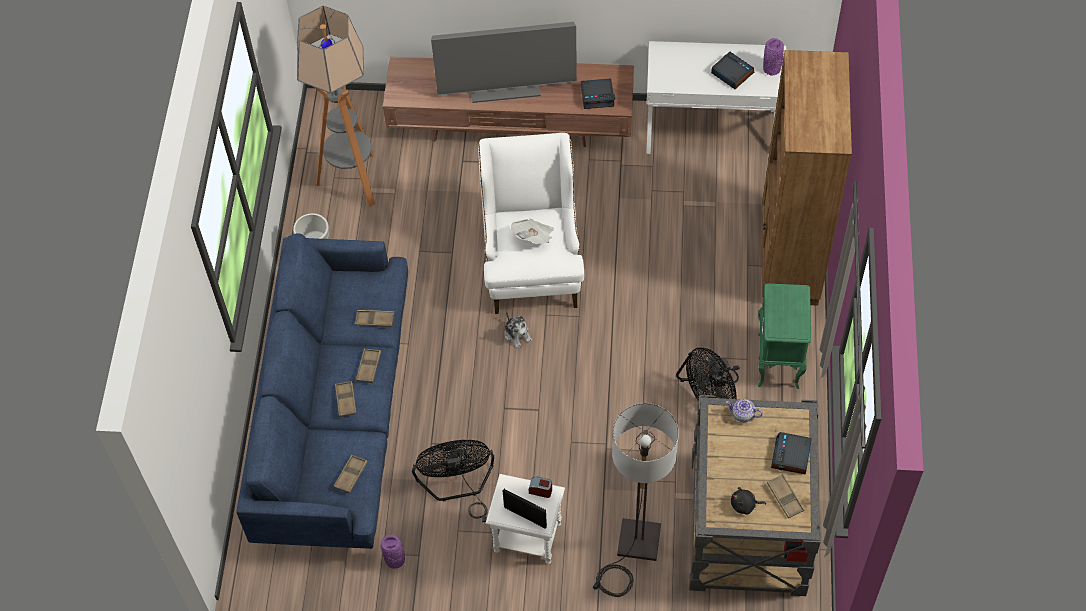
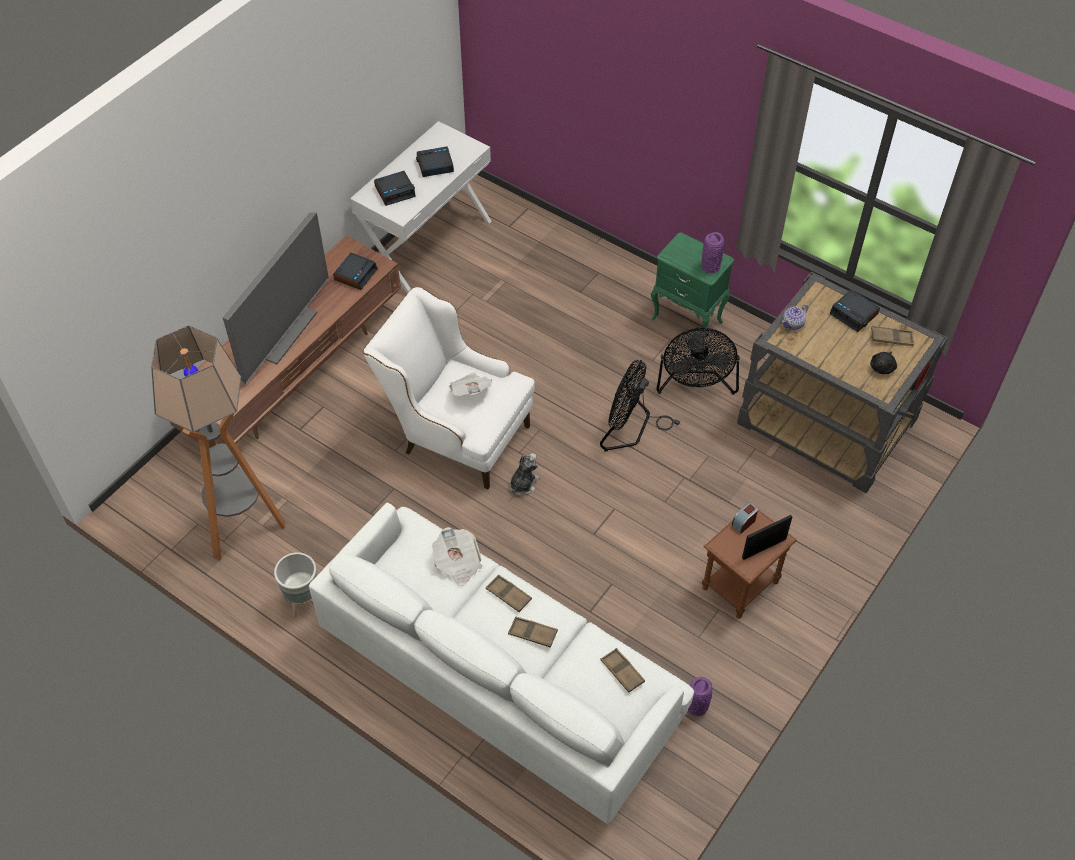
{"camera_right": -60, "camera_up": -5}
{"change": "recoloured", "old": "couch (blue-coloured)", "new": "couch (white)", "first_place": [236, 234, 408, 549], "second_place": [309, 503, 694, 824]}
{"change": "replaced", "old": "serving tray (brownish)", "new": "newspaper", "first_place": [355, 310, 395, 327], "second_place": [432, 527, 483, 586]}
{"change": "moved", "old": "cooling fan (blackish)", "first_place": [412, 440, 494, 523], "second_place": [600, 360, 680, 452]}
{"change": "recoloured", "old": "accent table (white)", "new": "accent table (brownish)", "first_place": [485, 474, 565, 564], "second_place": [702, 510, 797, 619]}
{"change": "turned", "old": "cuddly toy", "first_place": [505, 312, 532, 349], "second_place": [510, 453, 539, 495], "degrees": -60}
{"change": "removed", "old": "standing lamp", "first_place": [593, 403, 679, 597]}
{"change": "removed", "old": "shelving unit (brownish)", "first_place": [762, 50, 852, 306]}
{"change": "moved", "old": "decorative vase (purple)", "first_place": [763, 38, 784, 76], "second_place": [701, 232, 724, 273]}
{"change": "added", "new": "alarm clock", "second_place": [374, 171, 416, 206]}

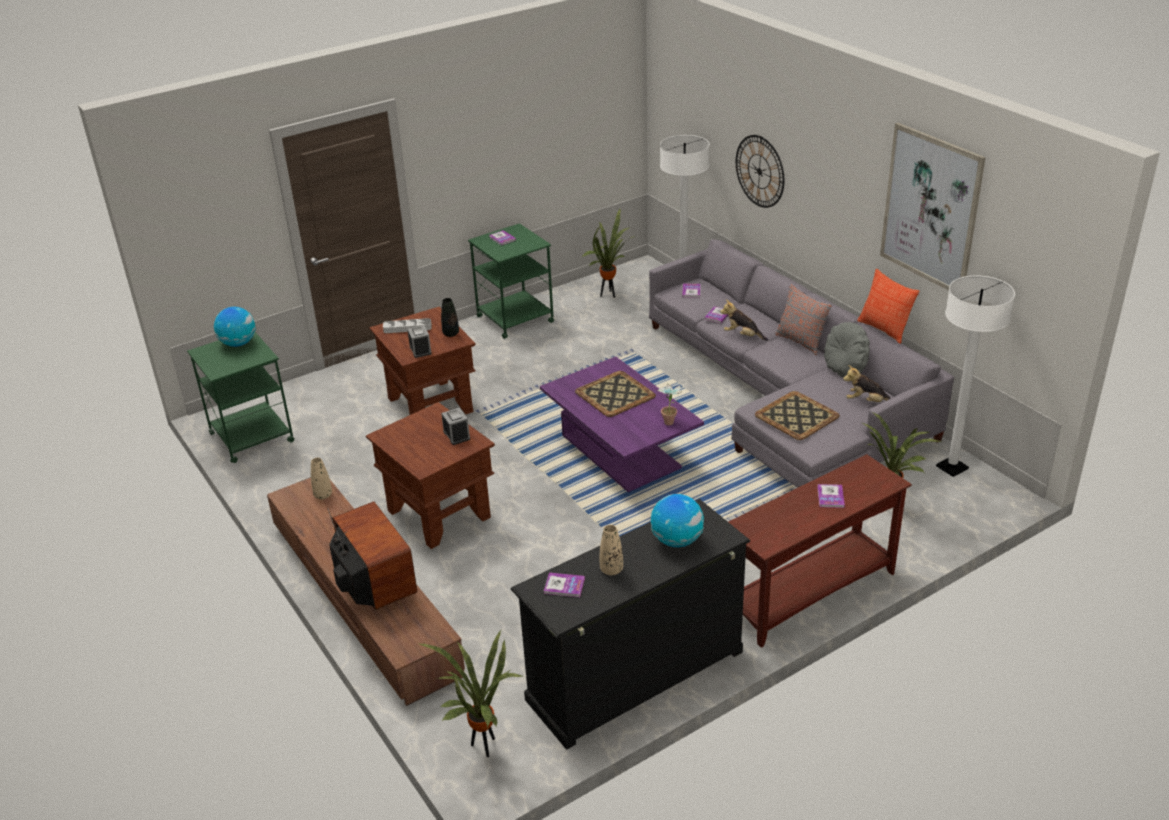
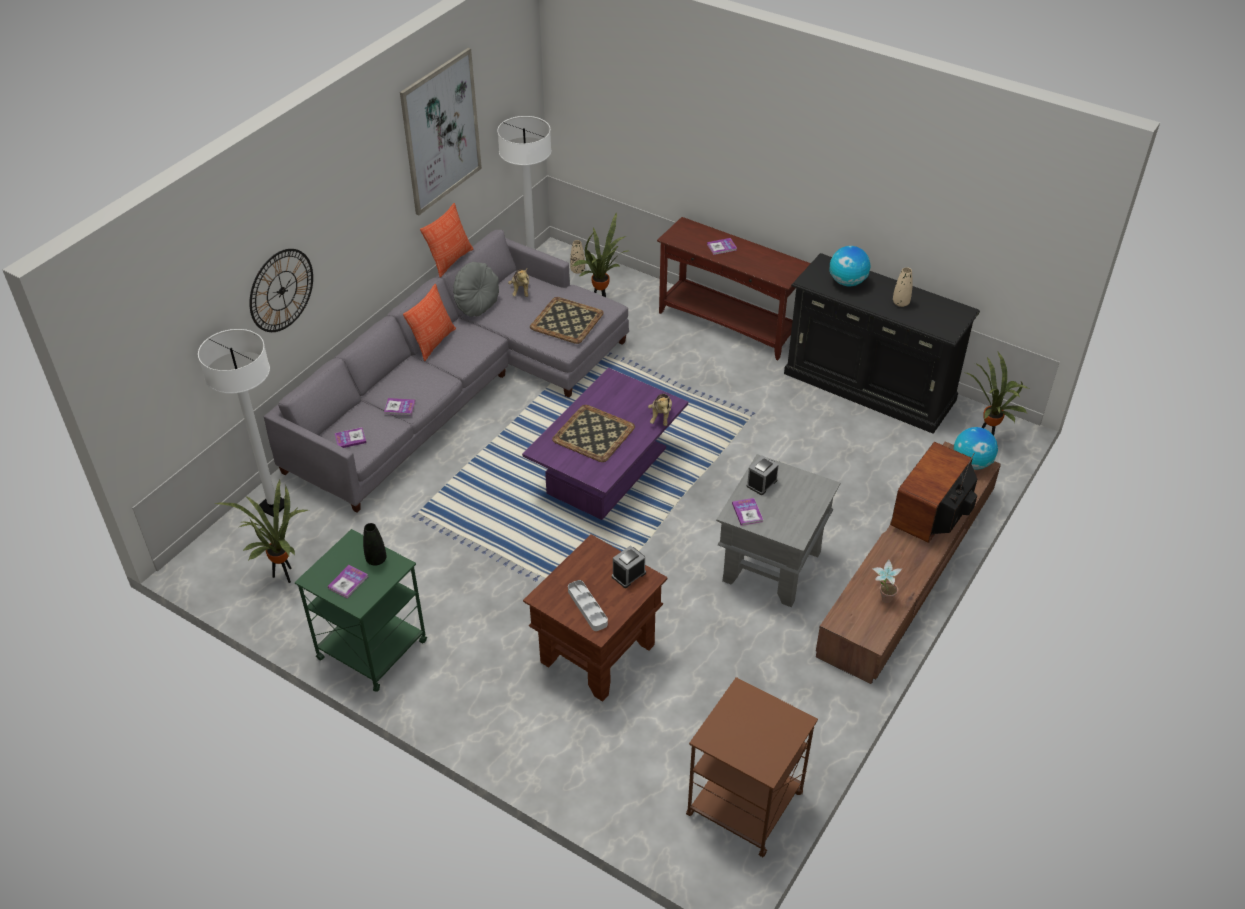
{"camera_right": -115, "camera_up": 10}
{"change": "recoloured", "old": "wheeled cart (greenish)", "new": "wheeled cart (brownish)", "first_place": [187, 332, 295, 463], "second_place": [686, 677, 818, 857]}
{"change": "moved", "old": "world globe", "first_place": [214, 307, 256, 347], "second_place": [953, 427, 998, 470]}
{"change": "moved", "old": "decorative vase (beige-coloured)", "first_place": [311, 458, 332, 499], "second_place": [570, 240, 585, 274]}
{"change": "recoloured", "old": "accent table (brownish)", "new": "accent table (greyish)", "first_place": [366, 402, 495, 549], "second_place": [716, 454, 840, 607]}
{"change": "moved", "old": "decorative vase (blackish)", "first_place": [441, 298, 459, 337], "second_place": [363, 523, 386, 566]}
{"change": "moved", "old": "bound book", "first_place": [544, 573, 585, 597], "second_place": [732, 498, 763, 526]}
{"change": "moved", "old": "houseplant", "first_place": [657, 384, 681, 425], "second_place": [872, 559, 902, 603]}
{"change": "moved", "old": "cuddly toy", "first_place": [720, 300, 768, 341], "second_place": [648, 394, 672, 426]}
{"change": "recoloured", "old": "throw pillow (greyish)", "new": "throw pillow (orange-coloured)", "first_place": [775, 285, 832, 355], "second_place": [403, 284, 456, 361]}

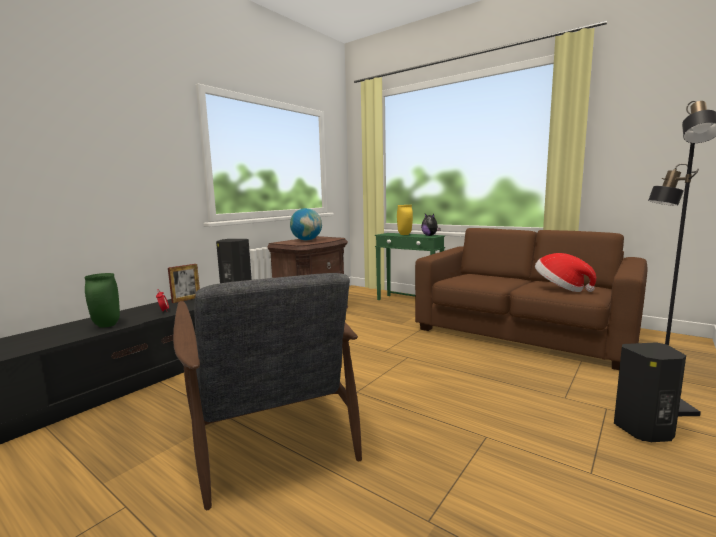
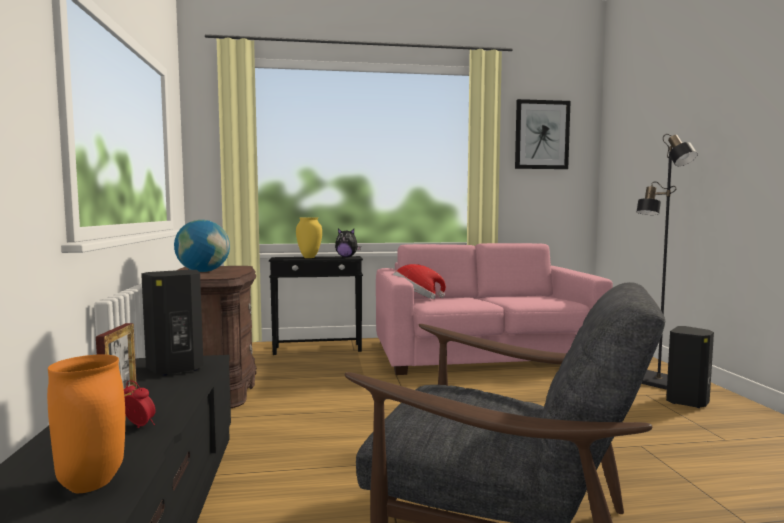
{"camera_right": -45, "camera_up": -5}
{"change": "recoloured", "old": "decorative vase (greenish)", "new": "decorative vase (orange-coloured)", "first_place": [85, 273, 120, 328], "second_place": [47, 354, 125, 493]}
{"change": "recoloured", "old": "accent table (greenish)", "new": "accent table (blackish)", "first_place": [375, 233, 445, 300], "second_place": [269, 256, 363, 355]}
{"change": "recoloured", "old": "couch (brownish)", "new": "couch (pink-coloured)", "first_place": [415, 228, 647, 370], "second_place": [376, 243, 613, 375]}
{"change": "moved", "old": "hat", "first_place": [535, 253, 596, 292], "second_place": [393, 264, 446, 299]}
{"change": "added", "new": "picture", "second_place": [515, 99, 571, 169]}

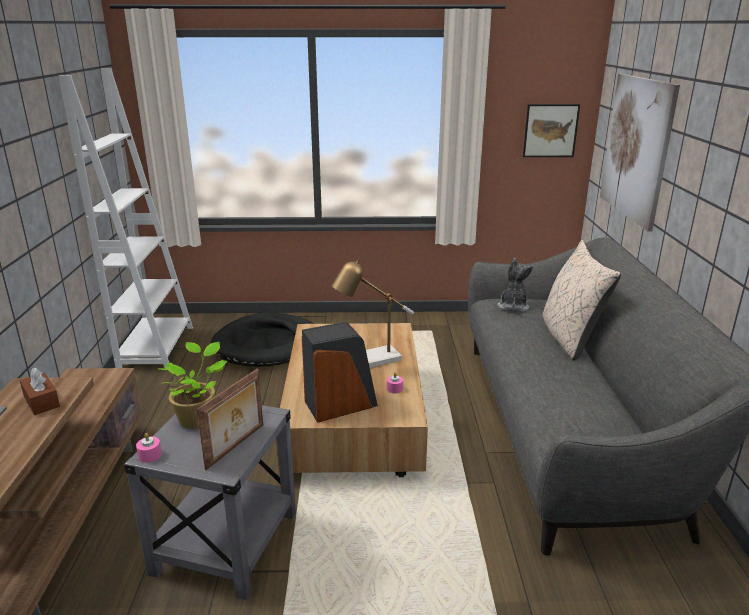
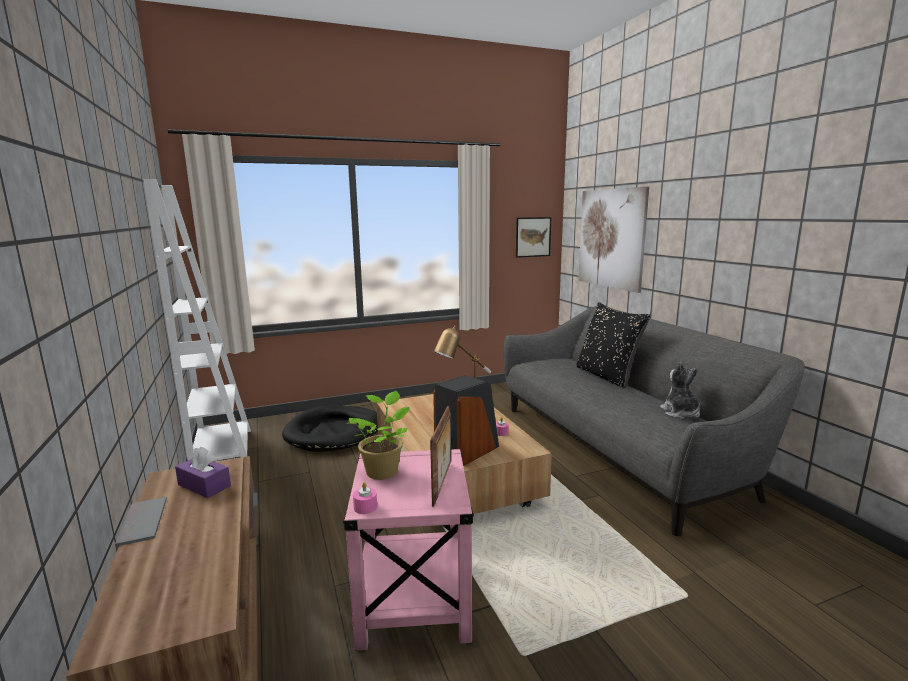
{"camera_right": -20, "camera_up": -10}
{"change": "recoloured", "old": "tissue holder (brownish)", "new": "tissue holder (purple)", "first_place": [20, 368, 60, 415], "second_place": [175, 447, 231, 498]}
{"change": "recoloured", "old": "accent table (greyish)", "new": "accent table (pink-coloured)", "first_place": [124, 397, 296, 600], "second_place": [343, 449, 474, 651]}
{"change": "moved", "old": "cuddly toy", "first_place": [497, 258, 534, 312], "second_place": [660, 362, 700, 419]}
{"change": "recoloured", "old": "throw pillow (beige-coloured)", "new": "throw pillow (blackish)", "first_place": [542, 240, 621, 360], "second_place": [576, 302, 650, 388]}

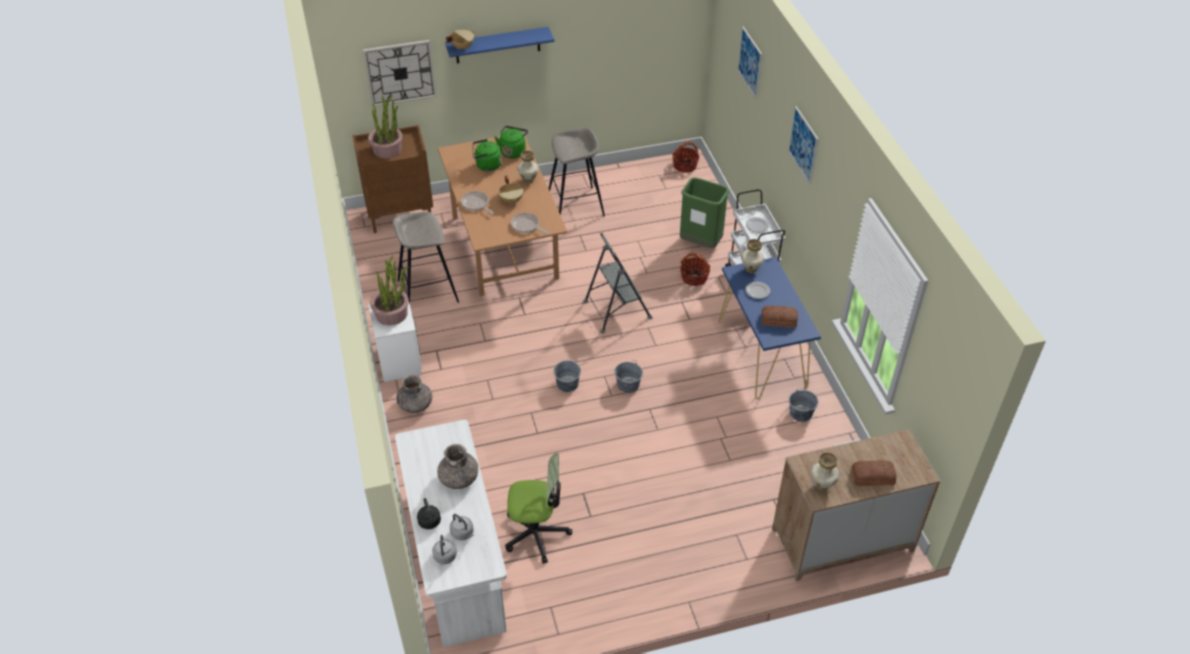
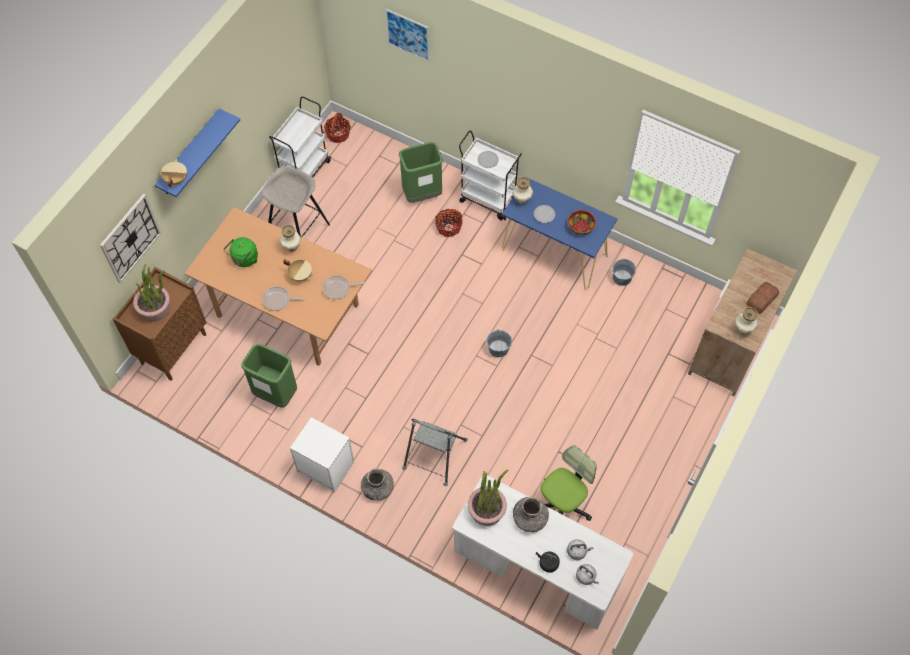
{"camera_right": -45, "camera_up": 15}
{"change": "moved", "old": "houseplant", "first_place": [370, 256, 409, 325], "second_place": [468, 469, 508, 526]}
{"change": "replaced", "old": "sitting stool (greyish)", "new": "trash can (greenish)", "first_place": [393, 212, 459, 303], "second_place": [241, 344, 297, 408]}
{"change": "removed", "old": "water kettle (greenish)", "first_place": [494, 126, 528, 158]}
{"change": "removed", "old": "water bucket (greyish)", "first_place": [554, 360, 581, 392]}
{"change": "moved", "old": "step ladder (greyish)", "first_place": [583, 233, 653, 334], "second_place": [402, 419, 468, 486]}
{"change": "replaced", "old": "bread", "new": "bowl", "first_place": [762, 306, 798, 327], "second_place": [568, 210, 596, 235]}
{"change": "removed", "old": "picture", "first_place": [788, 106, 818, 184]}
{"change": "added", "new": "wheeled cart (white)", "second_place": [269, 97, 331, 178]}

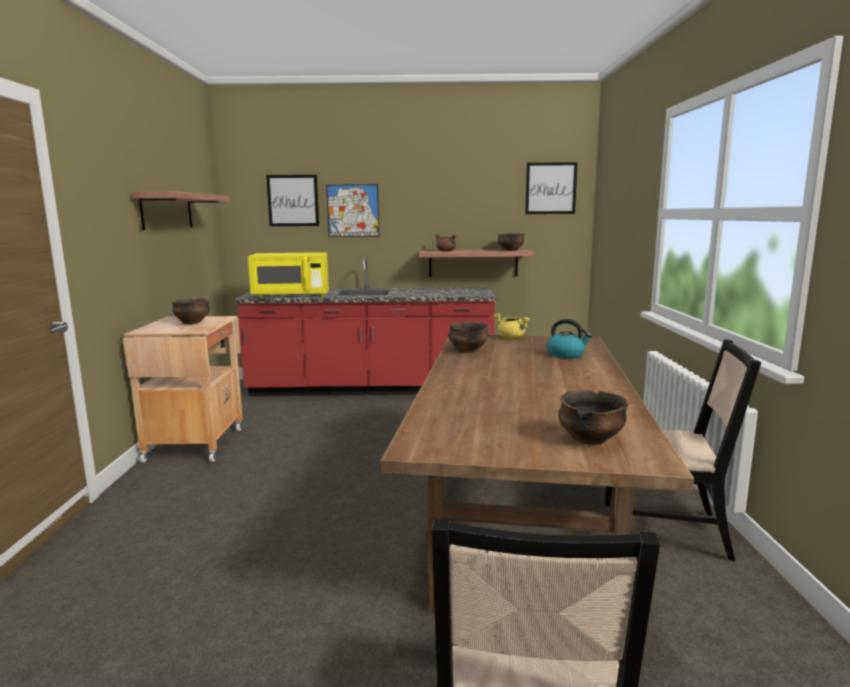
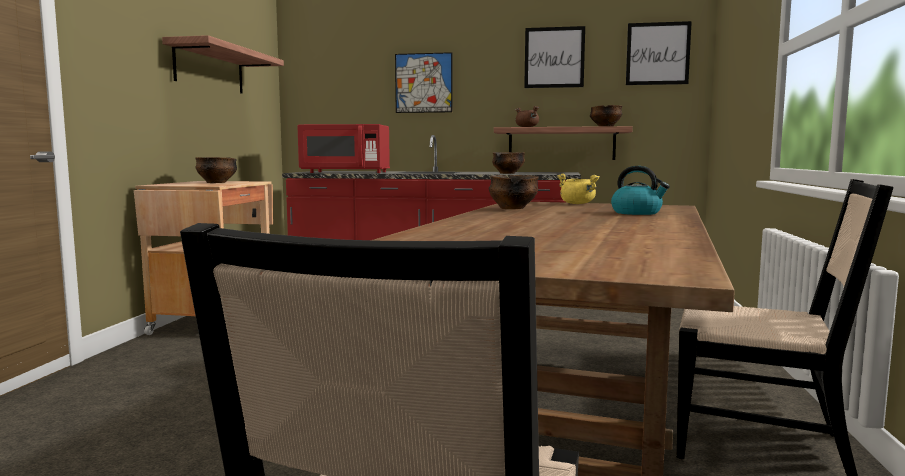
{"camera_right": 10, "camera_up": -5}
{"change": "recoloured", "old": "kitchen microwave (yellowish)", "new": "kitchen microwave (red)", "first_place": [248, 252, 329, 298], "second_place": [297, 124, 390, 173]}
{"change": "moved", "old": "picture", "first_place": [266, 175, 319, 226], "second_place": [524, 26, 585, 88]}
{"change": "moved", "old": "bowl", "first_place": [558, 390, 629, 445], "second_place": [492, 152, 525, 174]}

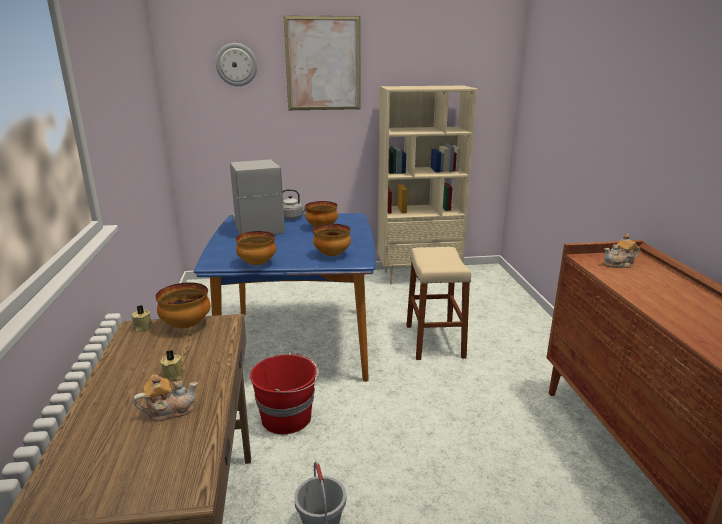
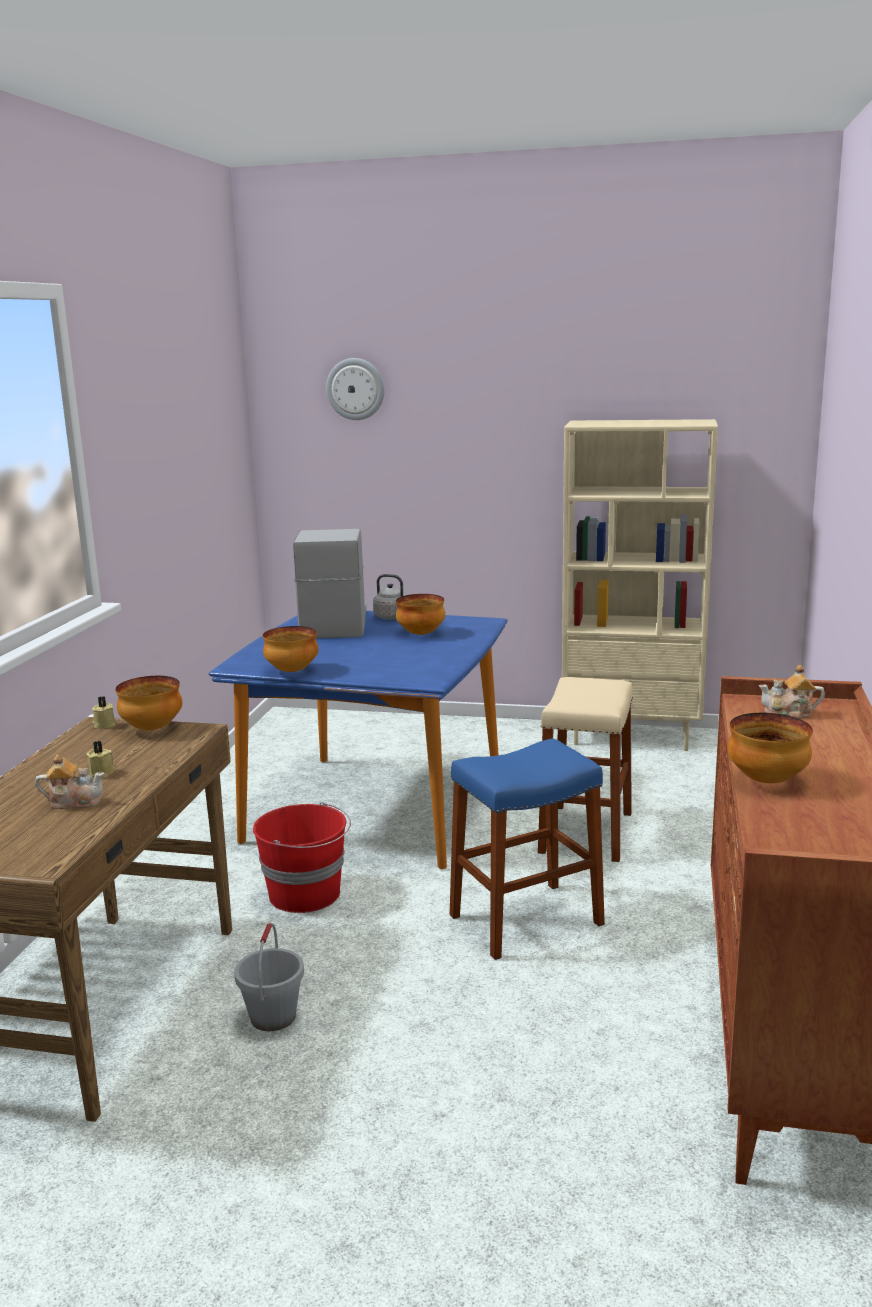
{"camera_right": 20, "camera_up": -5}
{"change": "removed", "old": "picture", "first_place": [284, 16, 360, 110]}
{"change": "moved", "old": "bowl", "first_place": [313, 224, 351, 256], "second_place": [727, 713, 813, 783]}
{"change": "added", "new": "sitting stool (blue-coloured)", "second_place": [450, 738, 605, 960]}

